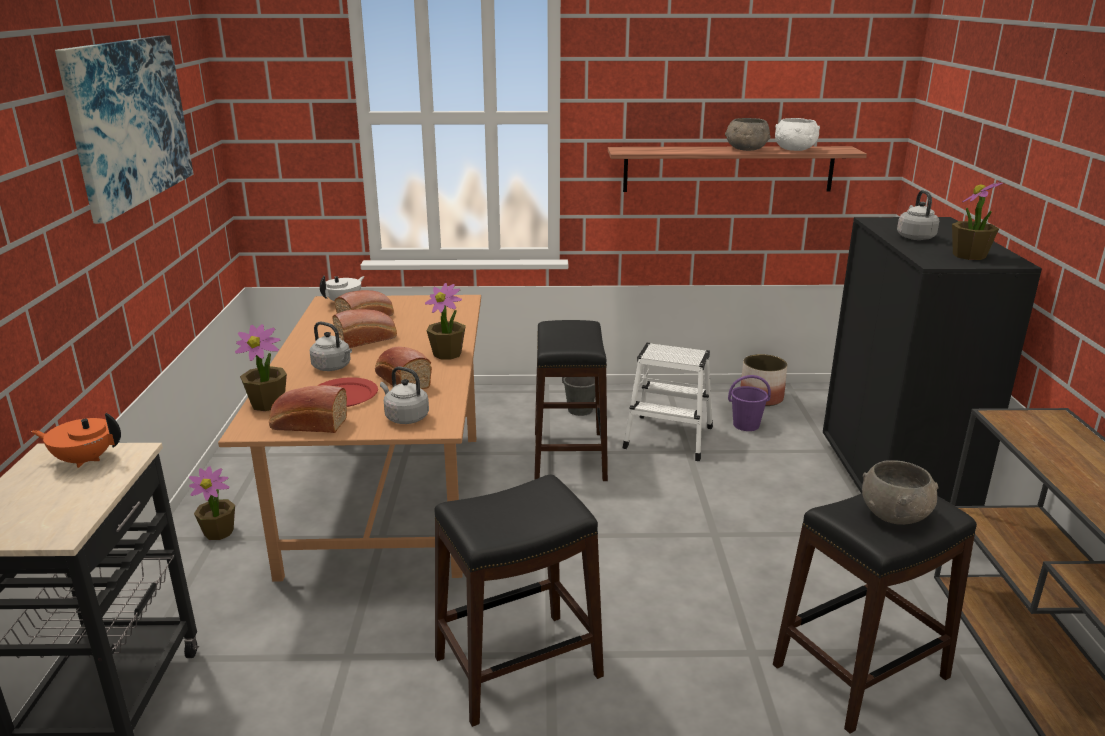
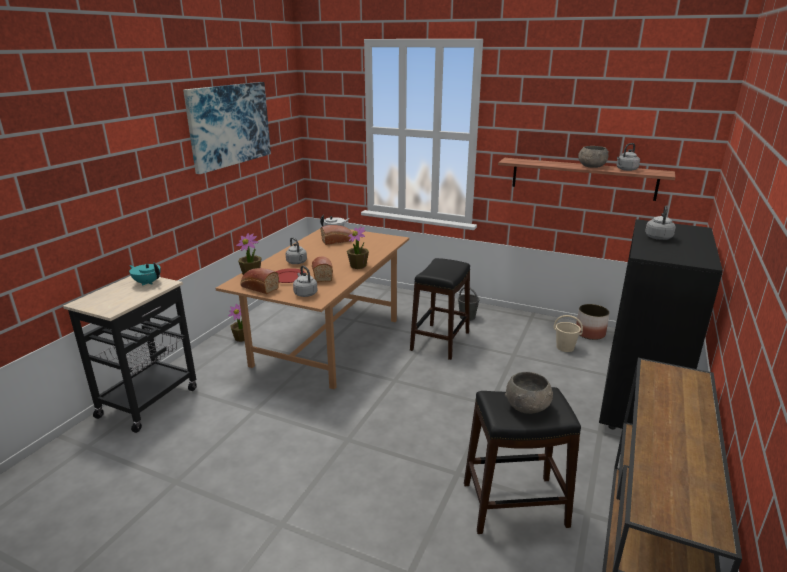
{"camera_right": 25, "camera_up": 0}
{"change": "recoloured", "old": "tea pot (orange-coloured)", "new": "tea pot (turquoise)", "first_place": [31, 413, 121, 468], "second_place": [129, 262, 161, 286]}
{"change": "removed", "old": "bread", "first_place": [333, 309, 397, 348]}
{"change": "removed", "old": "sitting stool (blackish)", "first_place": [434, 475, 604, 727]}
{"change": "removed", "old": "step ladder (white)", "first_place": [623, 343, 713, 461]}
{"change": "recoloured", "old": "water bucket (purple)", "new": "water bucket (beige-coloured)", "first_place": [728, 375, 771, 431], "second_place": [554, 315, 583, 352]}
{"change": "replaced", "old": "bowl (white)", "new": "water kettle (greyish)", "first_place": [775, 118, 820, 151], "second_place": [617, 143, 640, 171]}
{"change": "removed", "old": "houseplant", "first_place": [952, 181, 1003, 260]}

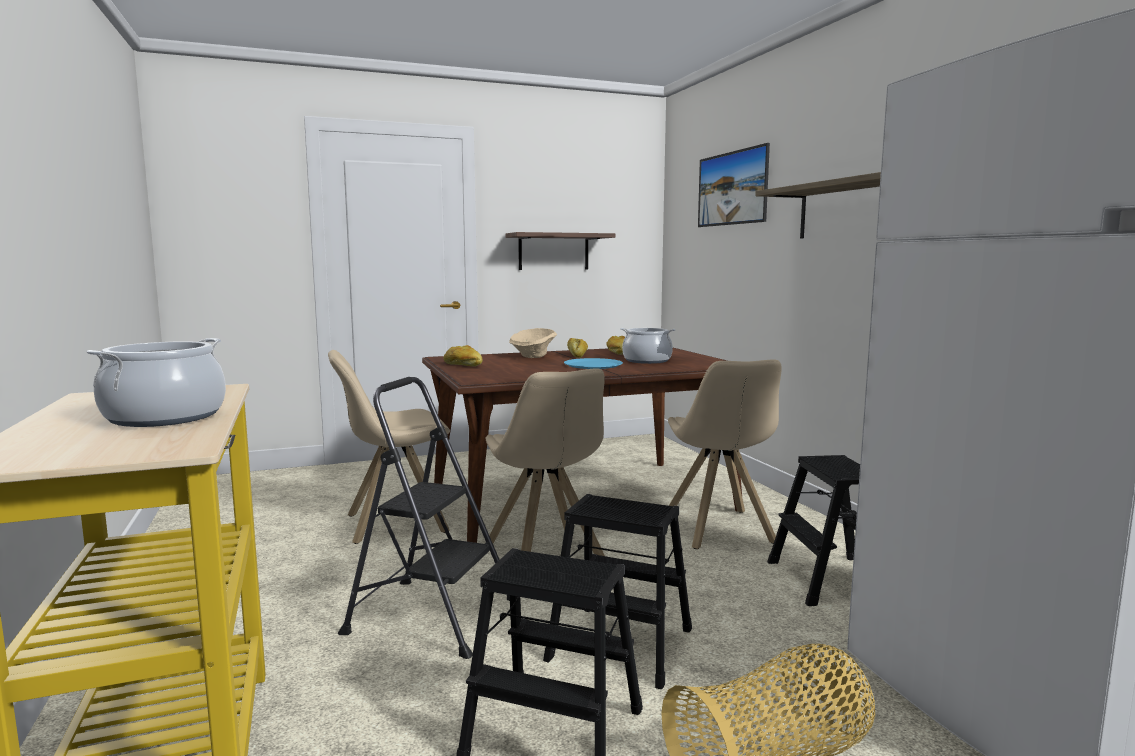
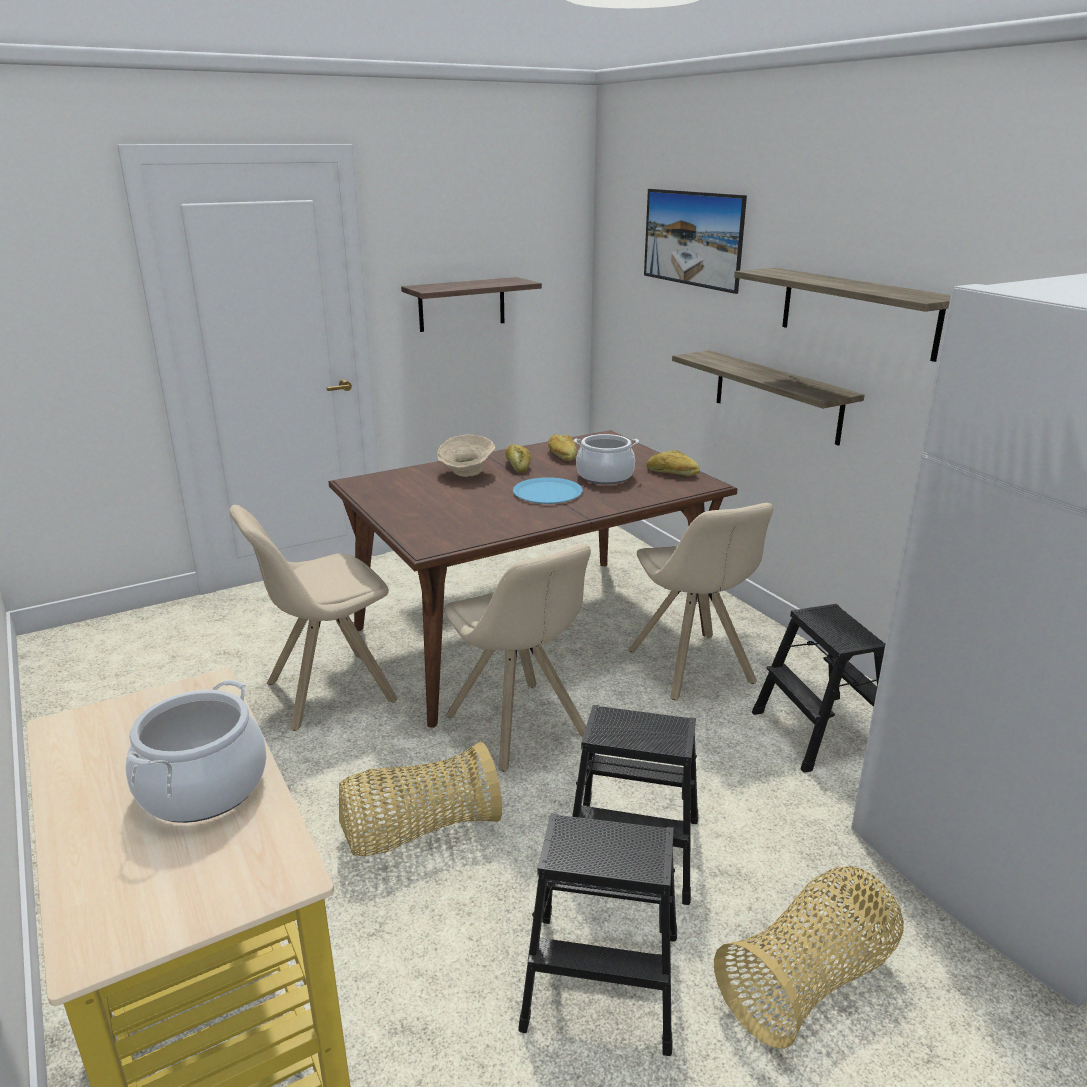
{"camera_right": -10, "camera_up": 15}
{"change": "replaced", "old": "step ladder (blackish)", "new": "storage basket", "first_place": [338, 377, 510, 659], "second_place": [339, 741, 502, 856]}
{"change": "moved", "old": "bread", "first_place": [443, 345, 483, 367], "second_place": [646, 450, 700, 476]}
{"change": "added", "new": "wall shelf", "second_place": [672, 350, 865, 446]}

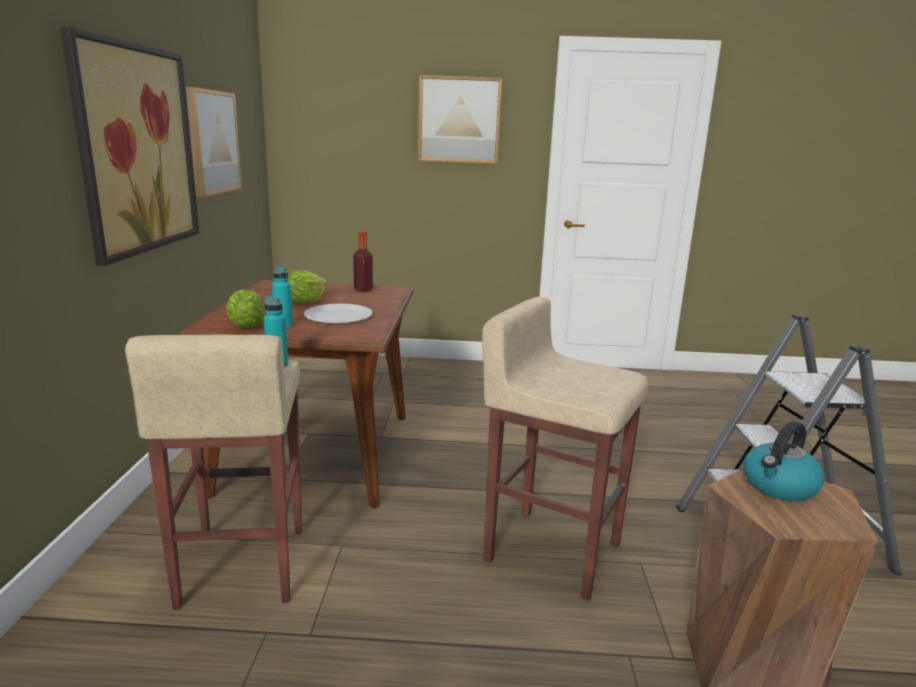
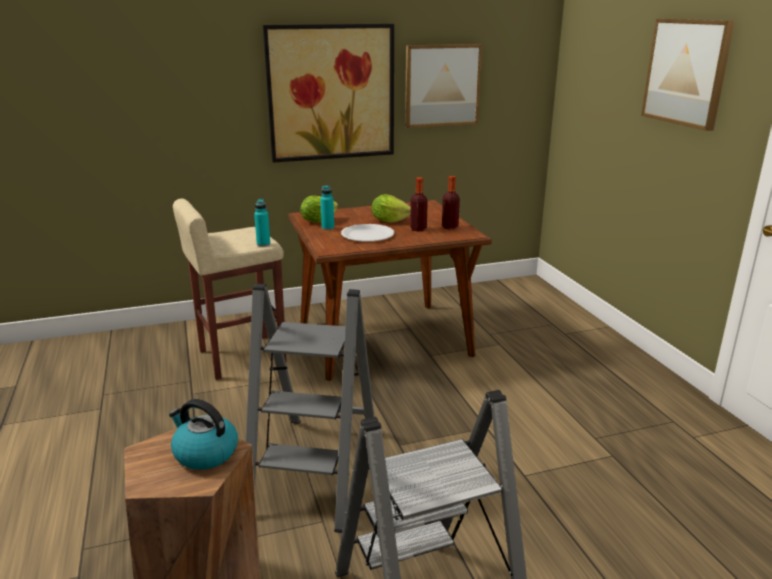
{"camera_right": 70, "camera_up": 5}
{"change": "replaced", "old": "sitting stool (beige-coloured)", "new": "step ladder (greyish)", "first_place": [482, 297, 649, 601], "second_place": [246, 283, 374, 533]}
{"change": "added", "new": "drink bottle", "second_place": [410, 177, 428, 231]}

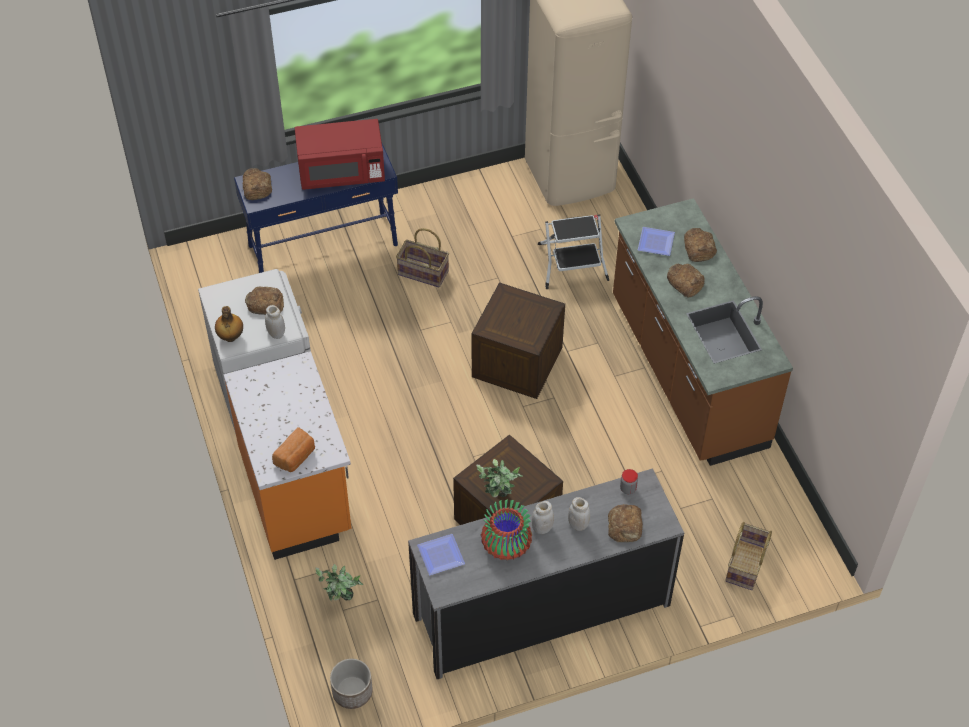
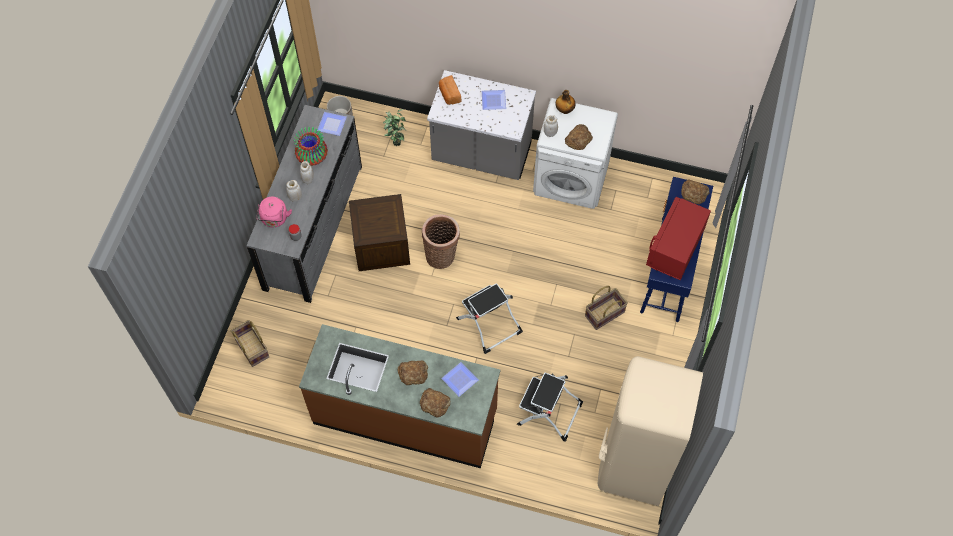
{"camera_right": 125, "camera_up": 10}
{"change": "recoloured", "old": "kitchen counter (orange-coloured)", "new": "kitchen counter (greyish)", "first_place": [224, 351, 351, 560], "second_place": [427, 70, 536, 180]}
{"change": "replaced", "old": "shipping crate", "new": "step ladder", "first_place": [472, 282, 565, 399], "second_place": [456, 284, 523, 354]}
{"change": "removed", "old": "houseplant", "first_place": [476, 459, 523, 497]}
{"change": "replaced", "old": "bread", "new": "water kettle (pink-coloured)", "first_place": [608, 504, 643, 542], "second_place": [256, 197, 292, 227]}
{"change": "added", "new": "storage basket", "second_place": [422, 214, 460, 269]}
{"change": "added", "new": "dinner plate", "second_place": [482, 90, 506, 110]}

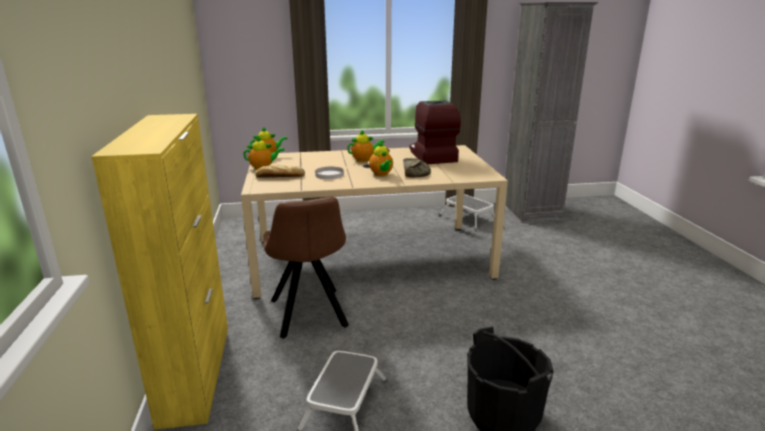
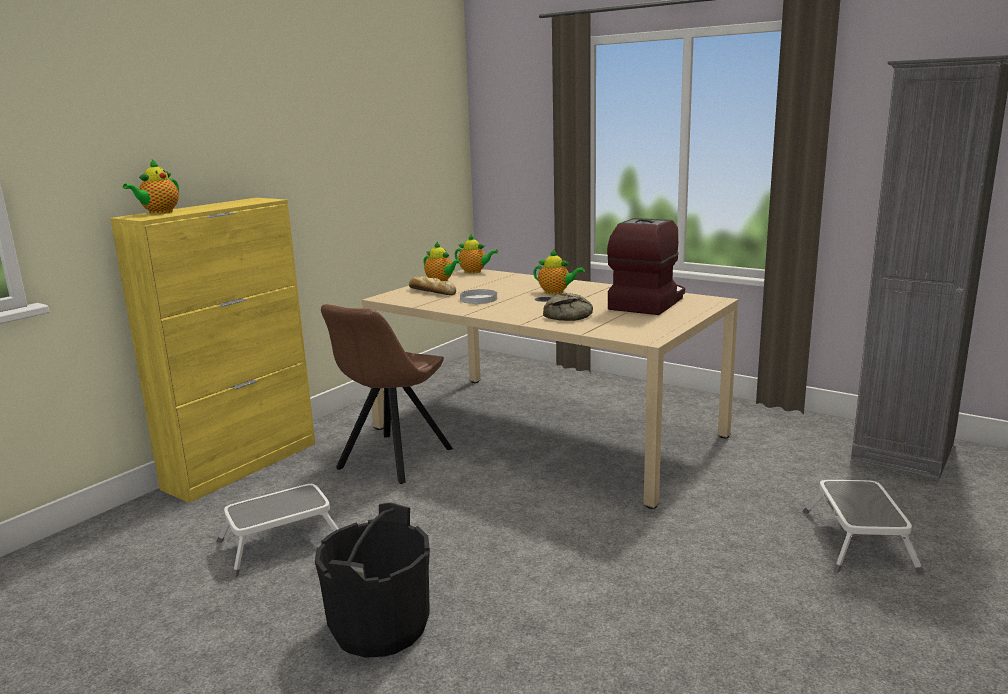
{"camera_right": 45, "camera_up": -5}
{"change": "moved", "old": "tea pot", "first_place": [369, 141, 393, 176], "second_place": [123, 159, 179, 214]}
{"change": "moved", "old": "step ladder (greyish)", "first_place": [439, 194, 495, 232], "second_place": [802, 480, 924, 575]}

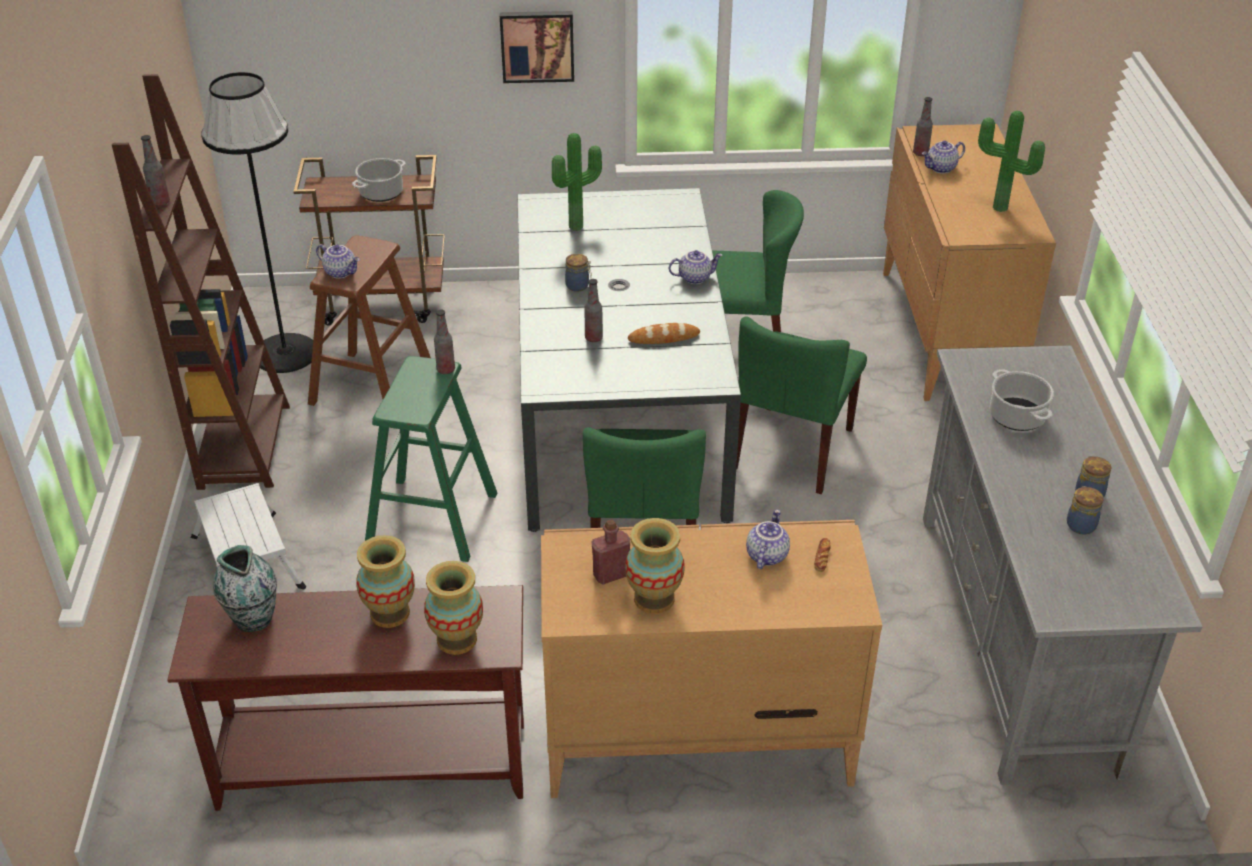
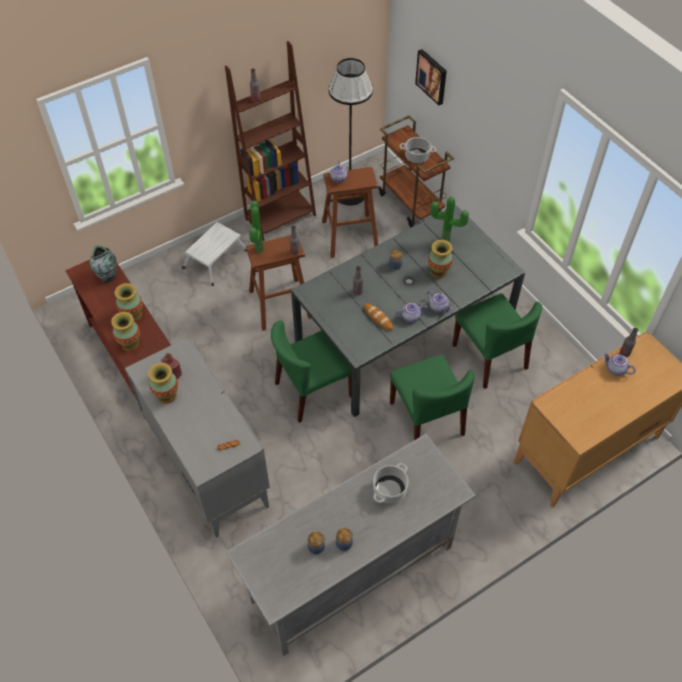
{"camera_right": 60, "camera_up": 15}
{"change": "recoloured", "old": "sitting stool (greenish)", "new": "sitting stool (brownish)", "first_place": [365, 356, 497, 562], "second_place": [246, 235, 311, 331]}
{"change": "moved", "old": "picture", "first_place": [500, 11, 574, 83], "second_place": [415, 49, 447, 105]}
{"change": "recoloured", "old": "cabinet (brownish)", "new": "cabinet (greyish)", "first_place": [541, 520, 882, 798], "second_place": [125, 338, 270, 538]}
{"change": "turned", "old": "upright chair (greenish)", "first_place": [736, 316, 867, 494], "second_place": [390, 354, 475, 440], "degrees": -105}
{"change": "moved", "old": "tea pot", "first_place": [746, 509, 790, 569], "second_place": [396, 303, 428, 323]}
{"change": "moved", "old": "houseplant", "first_place": [978, 111, 1045, 212], "second_place": [249, 201, 264, 253]}
{"change": "added", "new": "decorative vase", "second_place": [428, 240, 453, 278]}

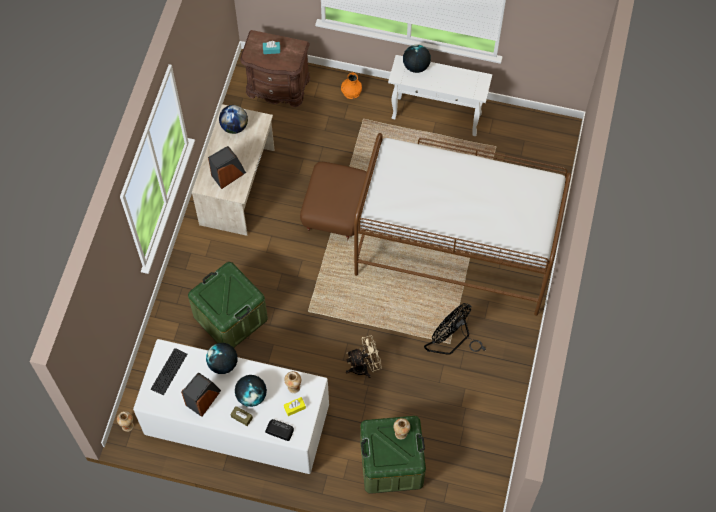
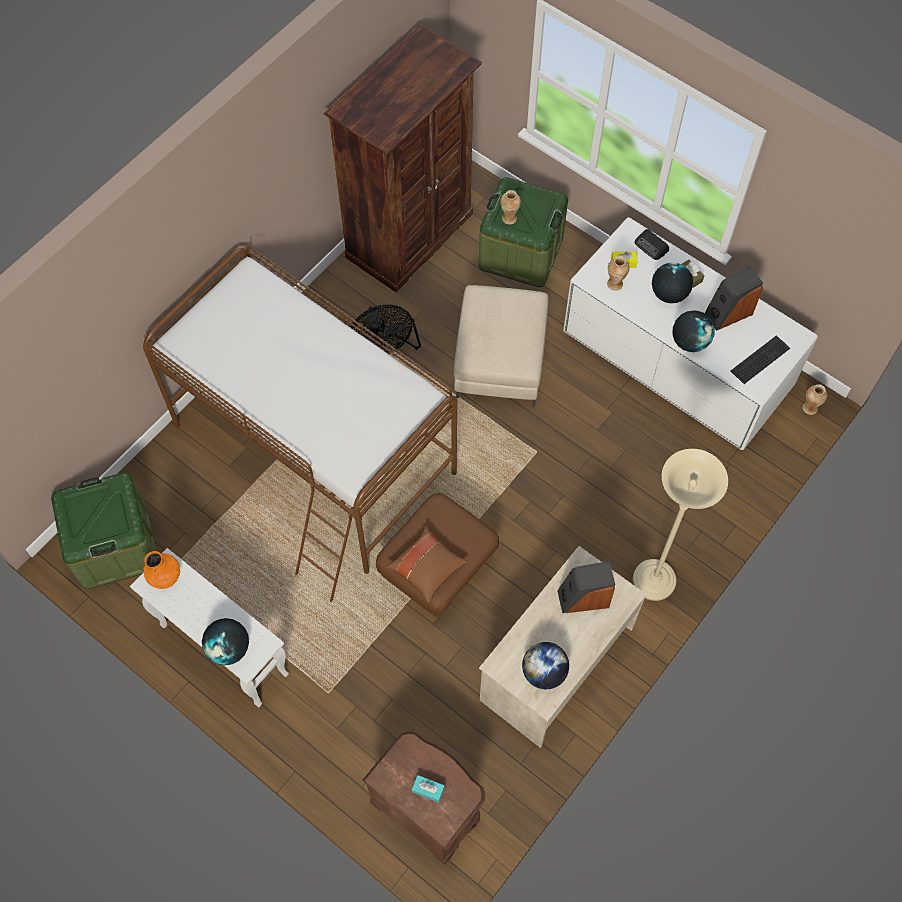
{"camera_right": -155, "camera_up": 0}
{"change": "moved", "old": "storage bin (greenish)", "first_place": [188, 262, 268, 348], "second_place": [51, 472, 157, 589]}
{"change": "moved", "old": "decorative vase (orange-coloured)", "first_place": [341, 73, 362, 99], "second_place": [143, 551, 180, 589]}
{"change": "replaced", "old": "cooling fan (beige-coloured)", "new": "footrest (beige-coloured)", "first_place": [346, 336, 382, 378], "second_place": [454, 285, 549, 407]}
{"change": "added", "new": "armoire (brownish)", "second_place": [324, 25, 482, 292]}
{"change": "added", "new": "throw pillow (brownish)", "second_place": [386, 526, 467, 602]}
{"change": "added", "new": "standing lamp (beige-coloured)", "second_place": [633, 449, 728, 601]}

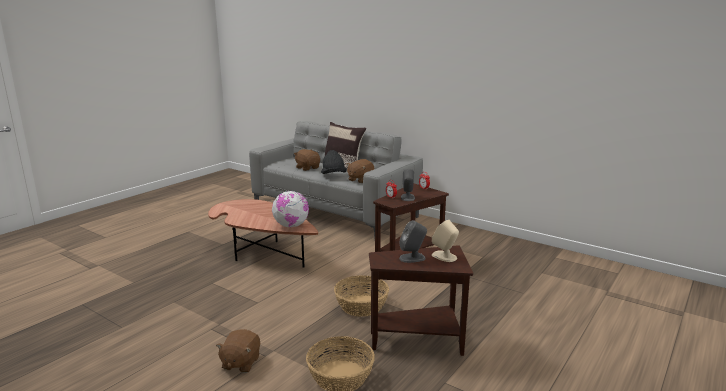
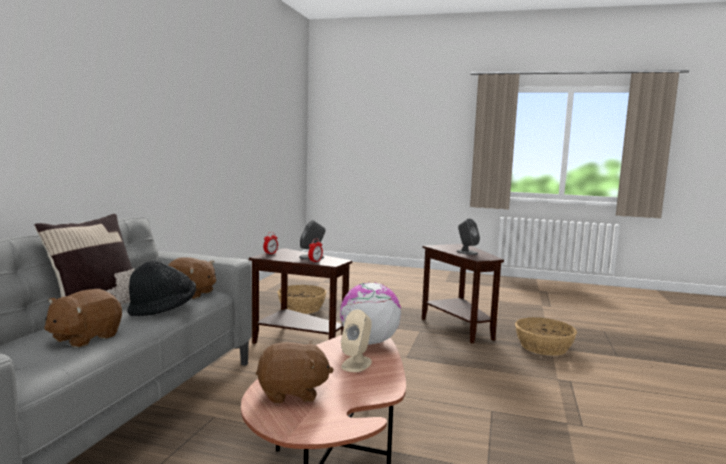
{"camera_right": -110, "camera_up": -10}
{"change": "moved", "old": "cuddly toy (brownish)", "first_place": [216, 329, 260, 373], "second_place": [256, 341, 334, 403]}
{"change": "moved", "old": "storage basket", "first_place": [334, 275, 389, 317], "second_place": [277, 285, 327, 314]}
{"change": "moved", "old": "audio speaker (beige-coloured)", "first_place": [432, 220, 459, 262], "second_place": [341, 310, 372, 372]}

